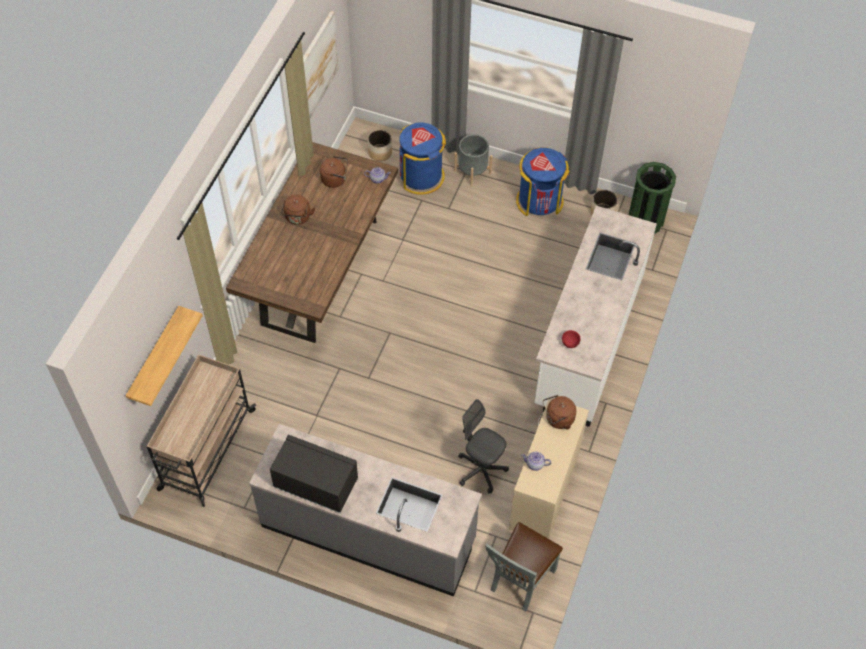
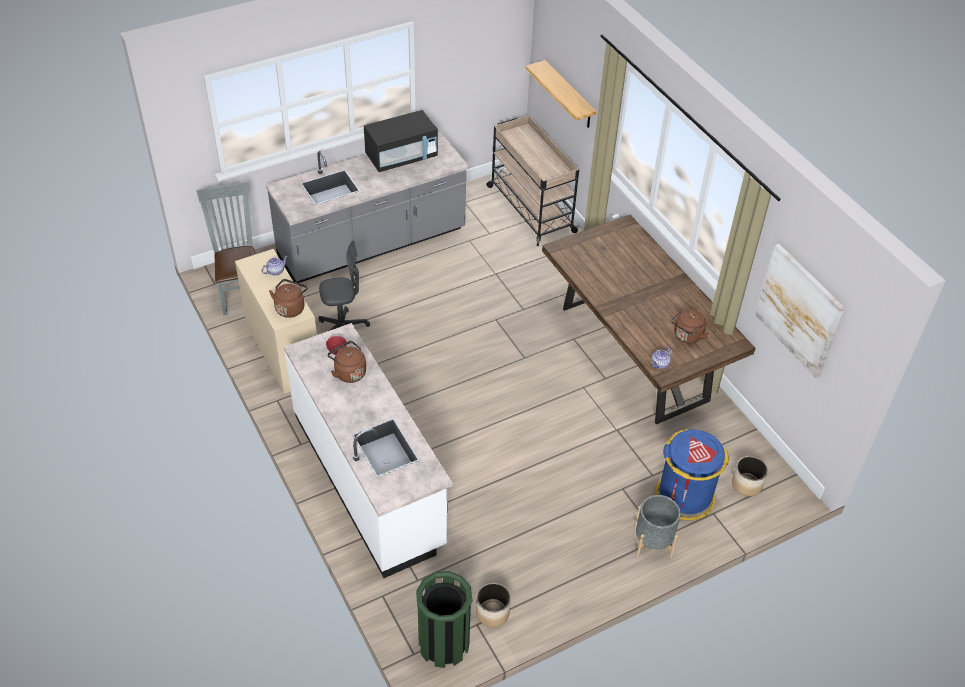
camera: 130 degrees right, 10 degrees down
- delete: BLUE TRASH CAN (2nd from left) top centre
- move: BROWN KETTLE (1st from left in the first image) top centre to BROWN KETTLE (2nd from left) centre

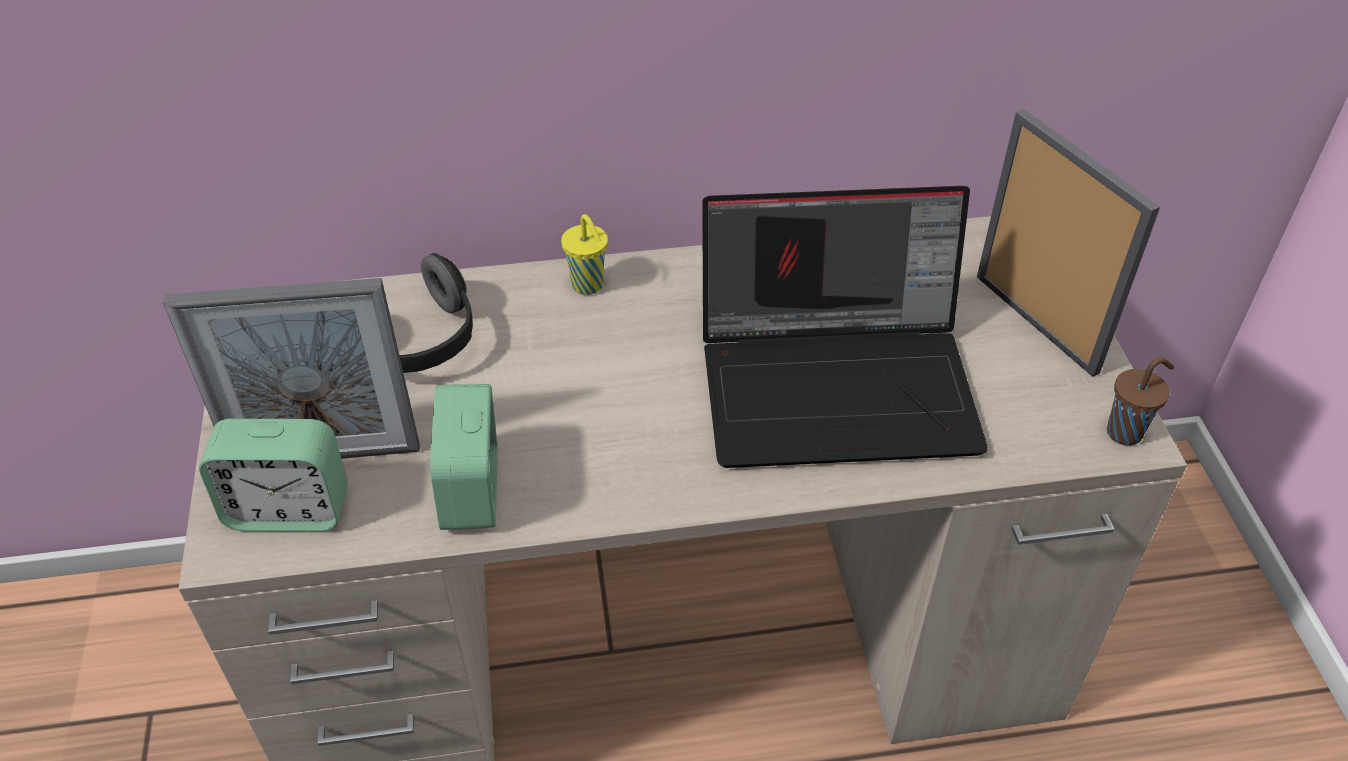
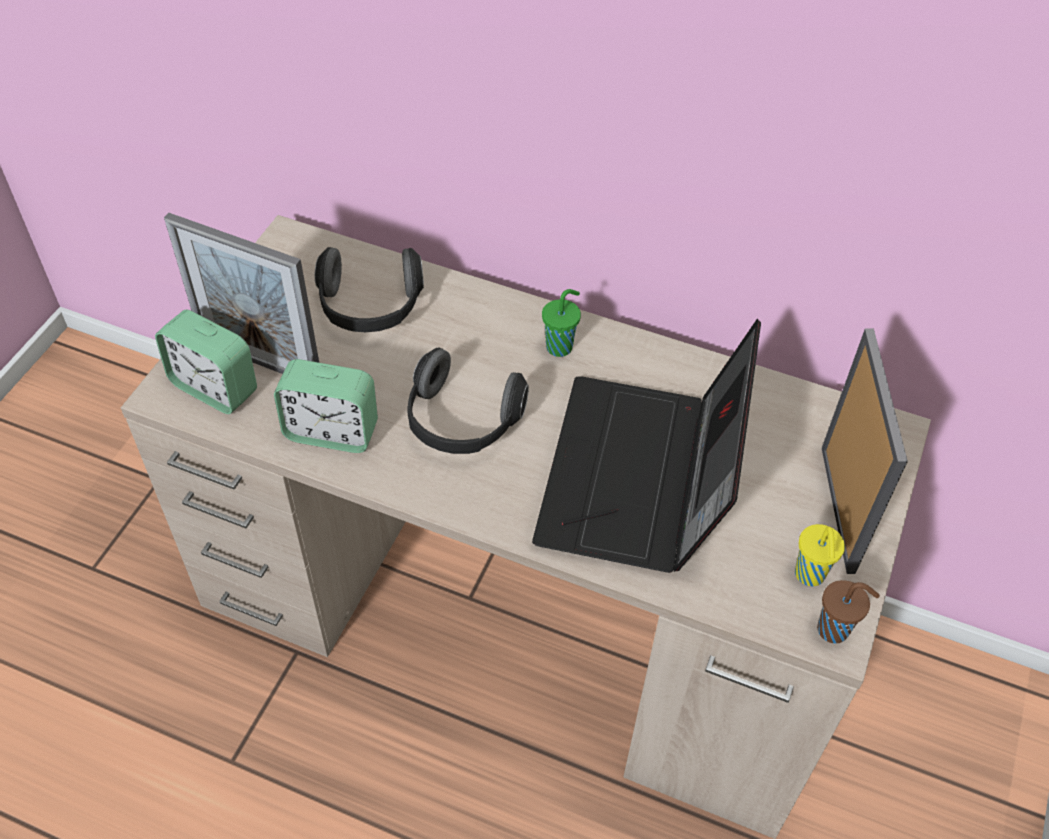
camera: 30 degrees right, 5 degrees up
- insert: HEADPHONES (2nd from left) centre
- insert: GREEN CUP centre
- move: YELLOW CUP centre to middle right
- rotate: ALARM CLOCK (2nd from left) centre = middle left 105 degrees counterclockwise
- rotate: LAPTOP centre = centre 75 degrees clockwise

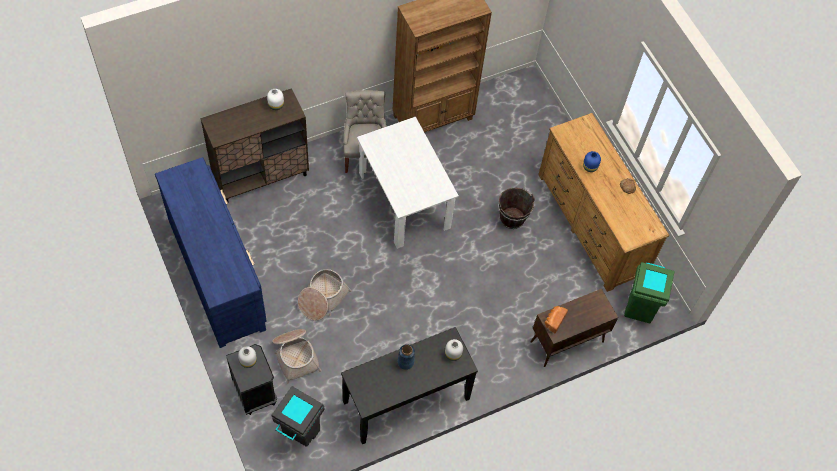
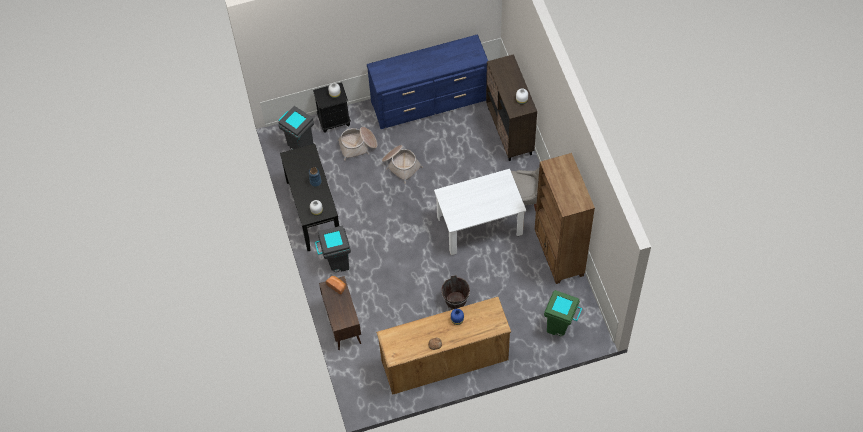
camera: 105 degrees right, 0 degrees up
- insert: GREY TRASH CAN (2nd from left) centre
- move: GREEN TRASH CAN middle right to bottom centre

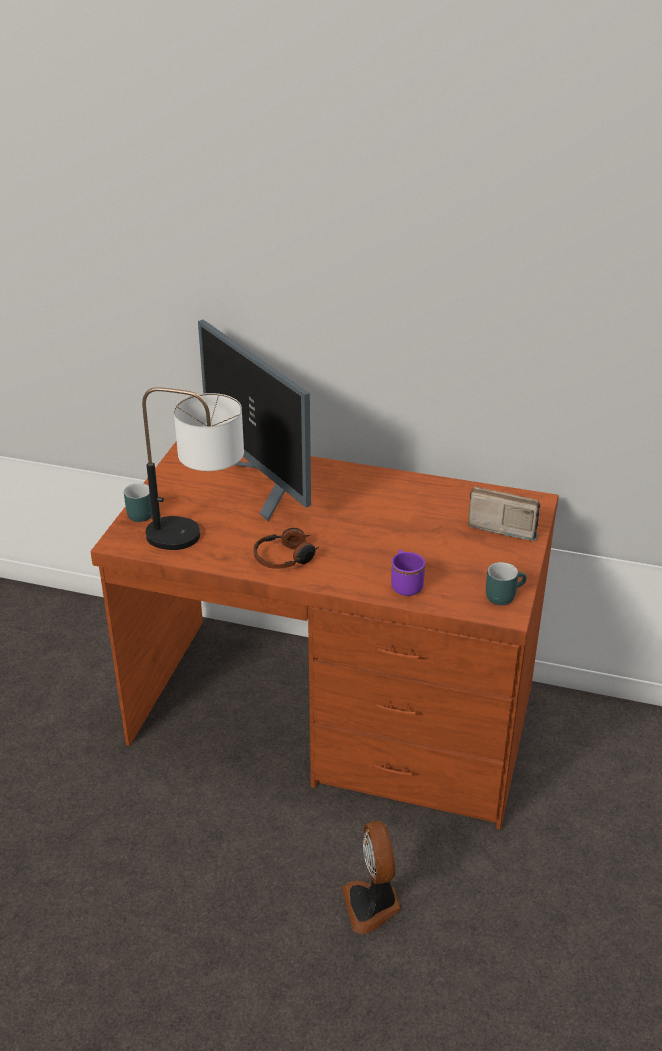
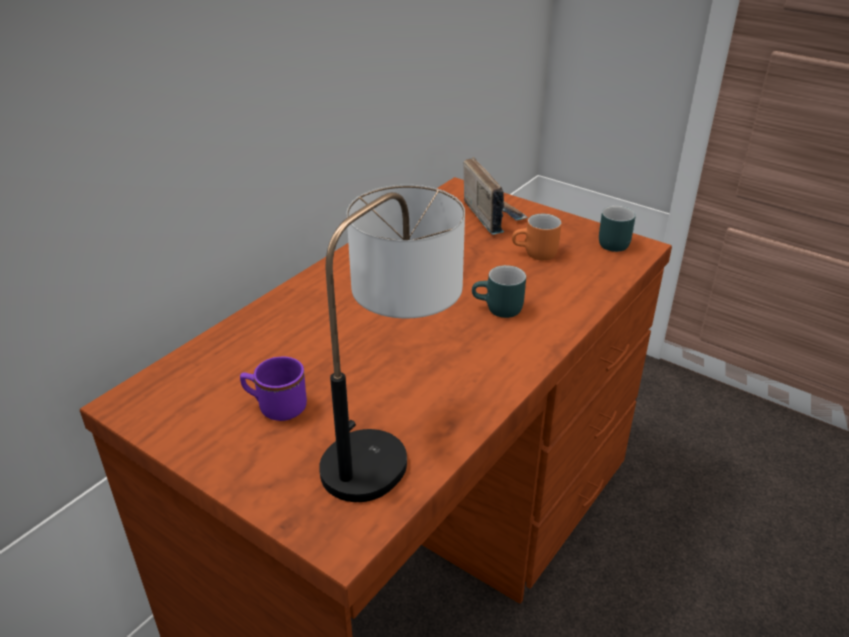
camera: 70 degrees left, 0 degrees up
- delete: MONITOR centre
- delete: HEADPHONES centre
- delete: FAN bottom centre
- insert: ORANGE MUG centre
- move: TURQUOISE MUG (1st from left) middle left to centre
- move: PURPLE MUG centre to middle left
- rotate: RADIO middle right = top centre 120 degrees clockwise

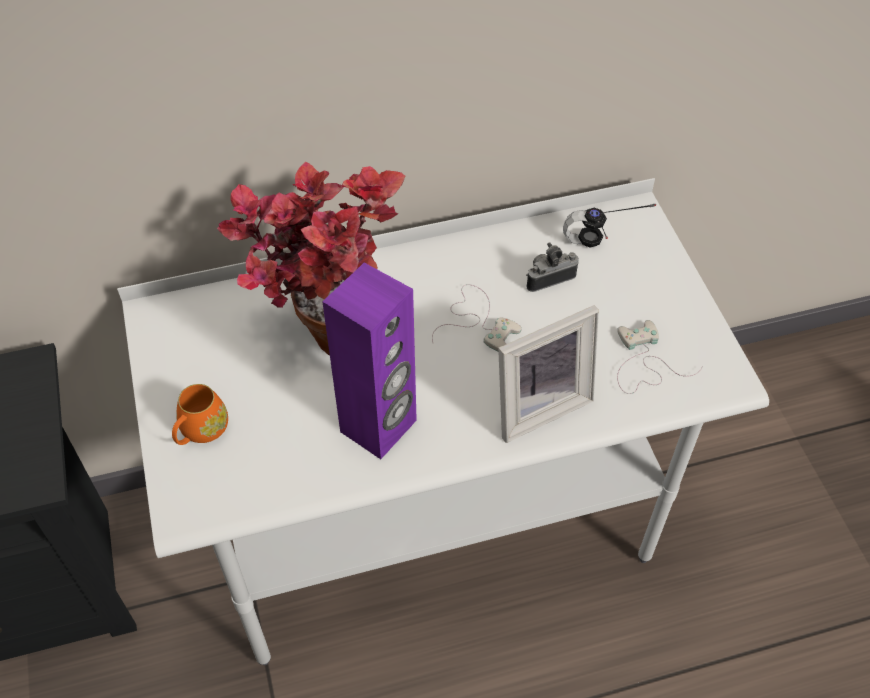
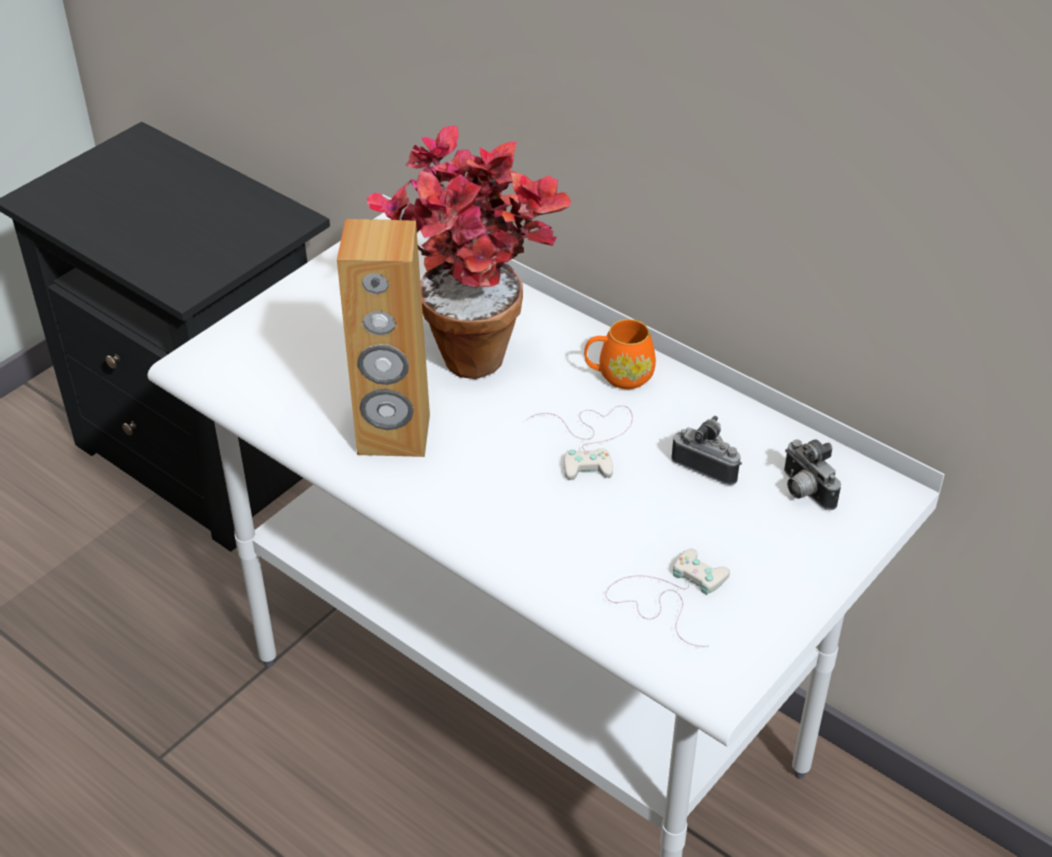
camera: 55 degrees right, 10 degrees down
- delete: PICTURE FRAME centre
- move: ORANGE MUG middle left to centre
- replace: HEADPHONES top right to PHOTO CAMERA (2nd from left) middle right
- recolor: PURPLE SPEAKER centre to BROWN SPEAKER centre

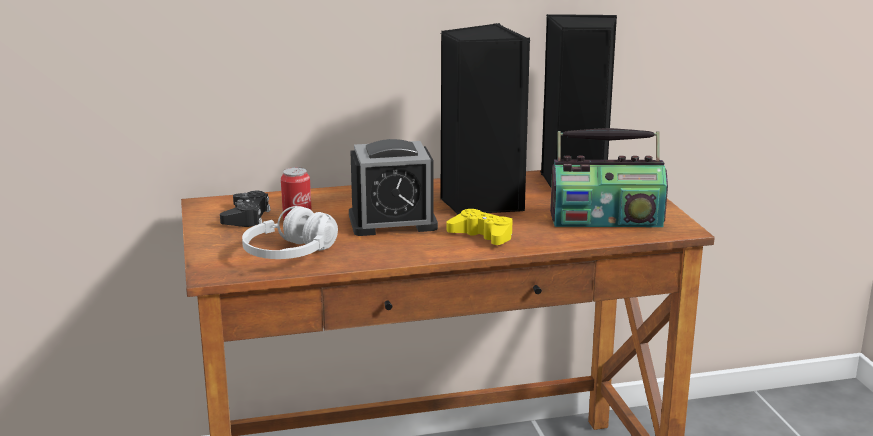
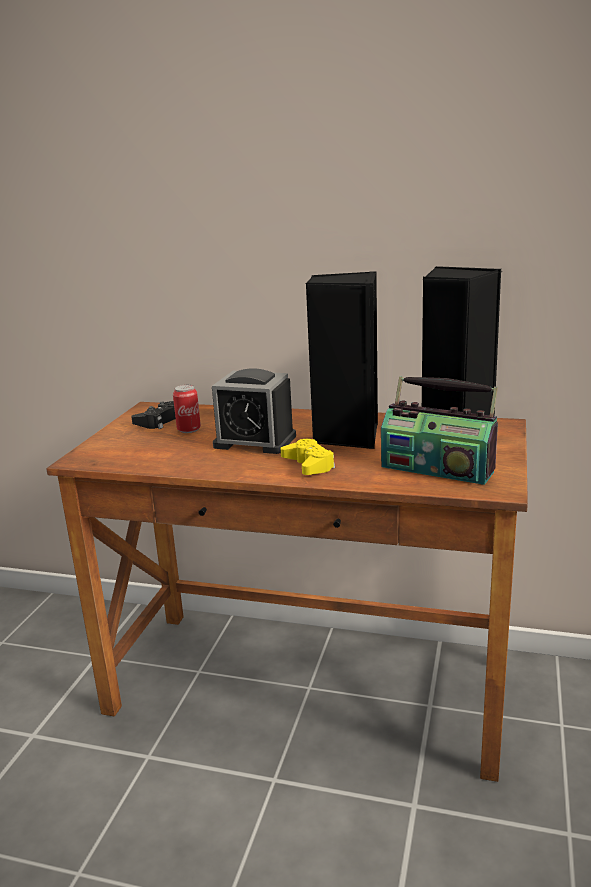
camera: 30 degrees right, 0 degrees up
- delete: WHITE HEADPHONES middle left

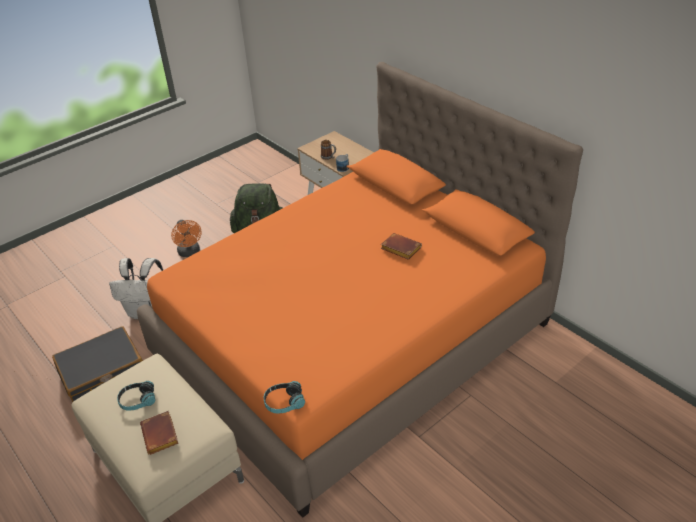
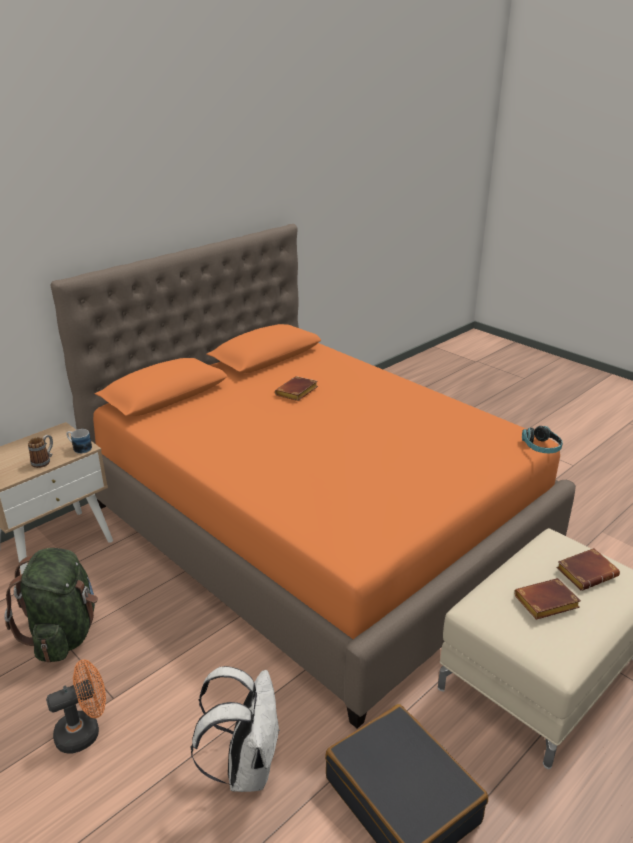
camera: 95 degrees left, 10 degrees down
- replace: HEADPHONES (1st from left) bottom left to BROWN BOOK (2nd from left) bottom right

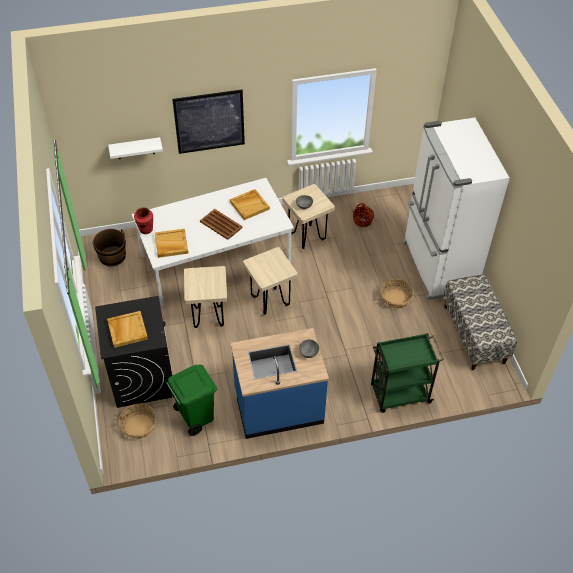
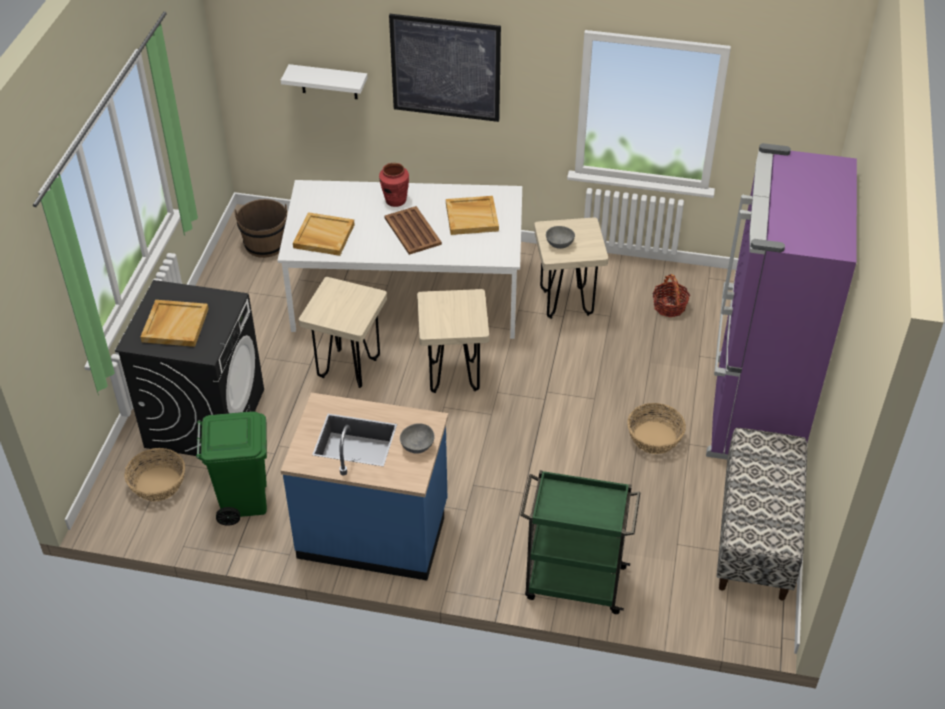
camera: 25 degrees right, 5 degrees down
- move: RED VASE middle left to top centre
- recolor: WHITE FRIDGE middle right to PURPLE FRIDGE middle right

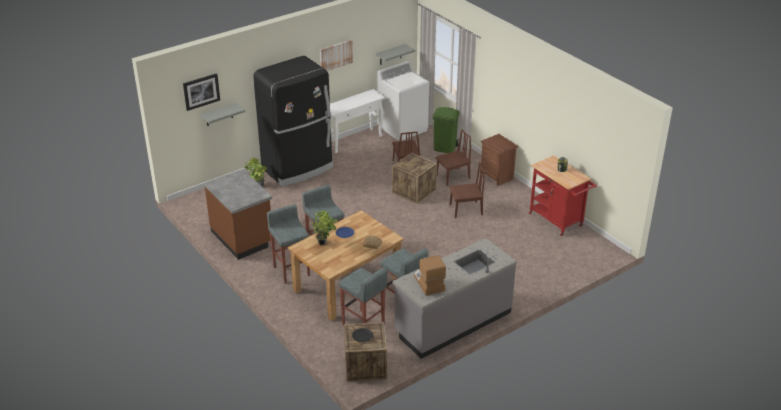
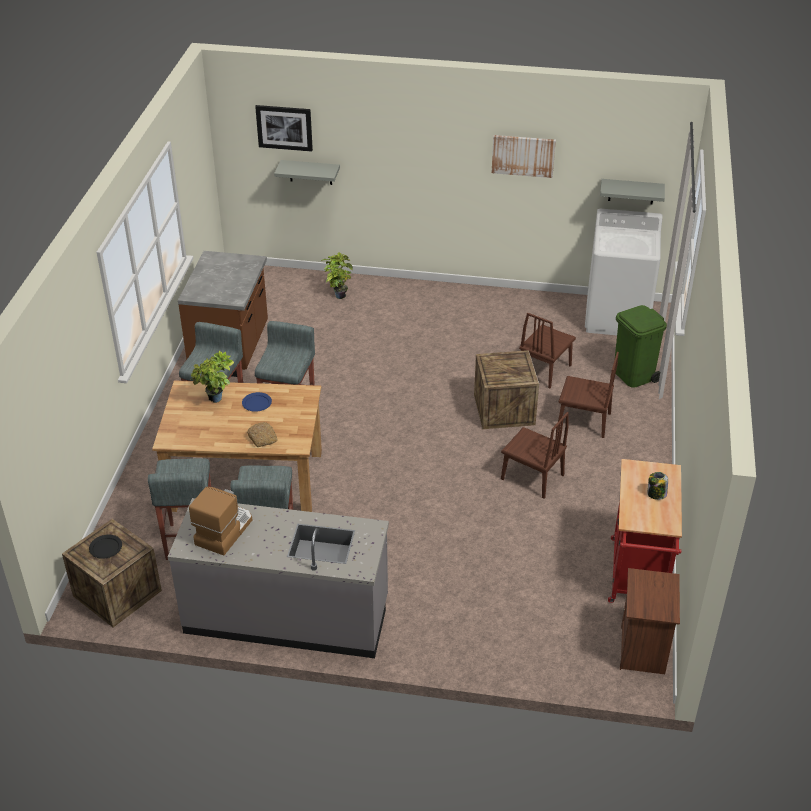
camera: 45 degrees right, 5 degrees up
- delete: BLACK FRIDGE top centre
- delete: WHITE CONSOLE TABLE top centre
- move: BROWN NIGHTSTAND centre to bottom right

